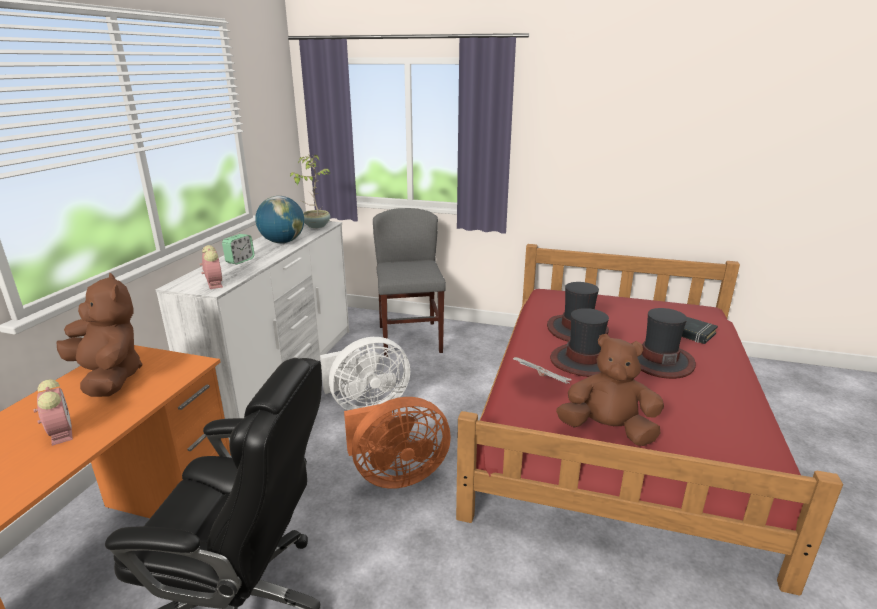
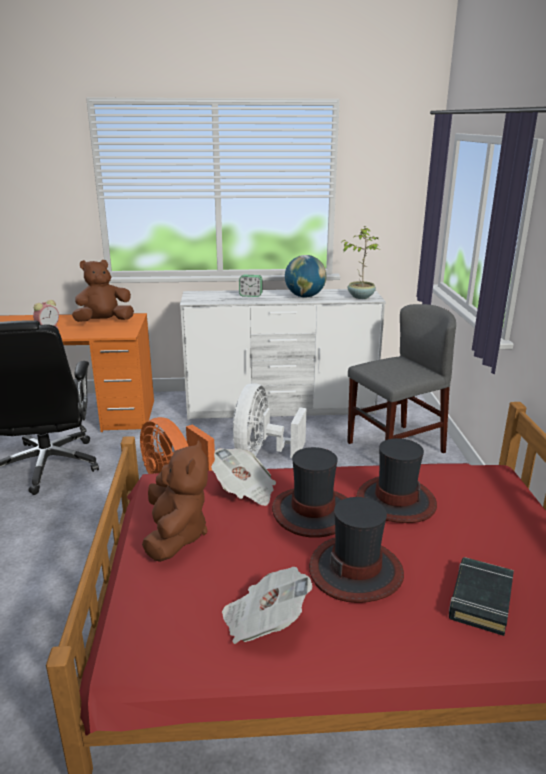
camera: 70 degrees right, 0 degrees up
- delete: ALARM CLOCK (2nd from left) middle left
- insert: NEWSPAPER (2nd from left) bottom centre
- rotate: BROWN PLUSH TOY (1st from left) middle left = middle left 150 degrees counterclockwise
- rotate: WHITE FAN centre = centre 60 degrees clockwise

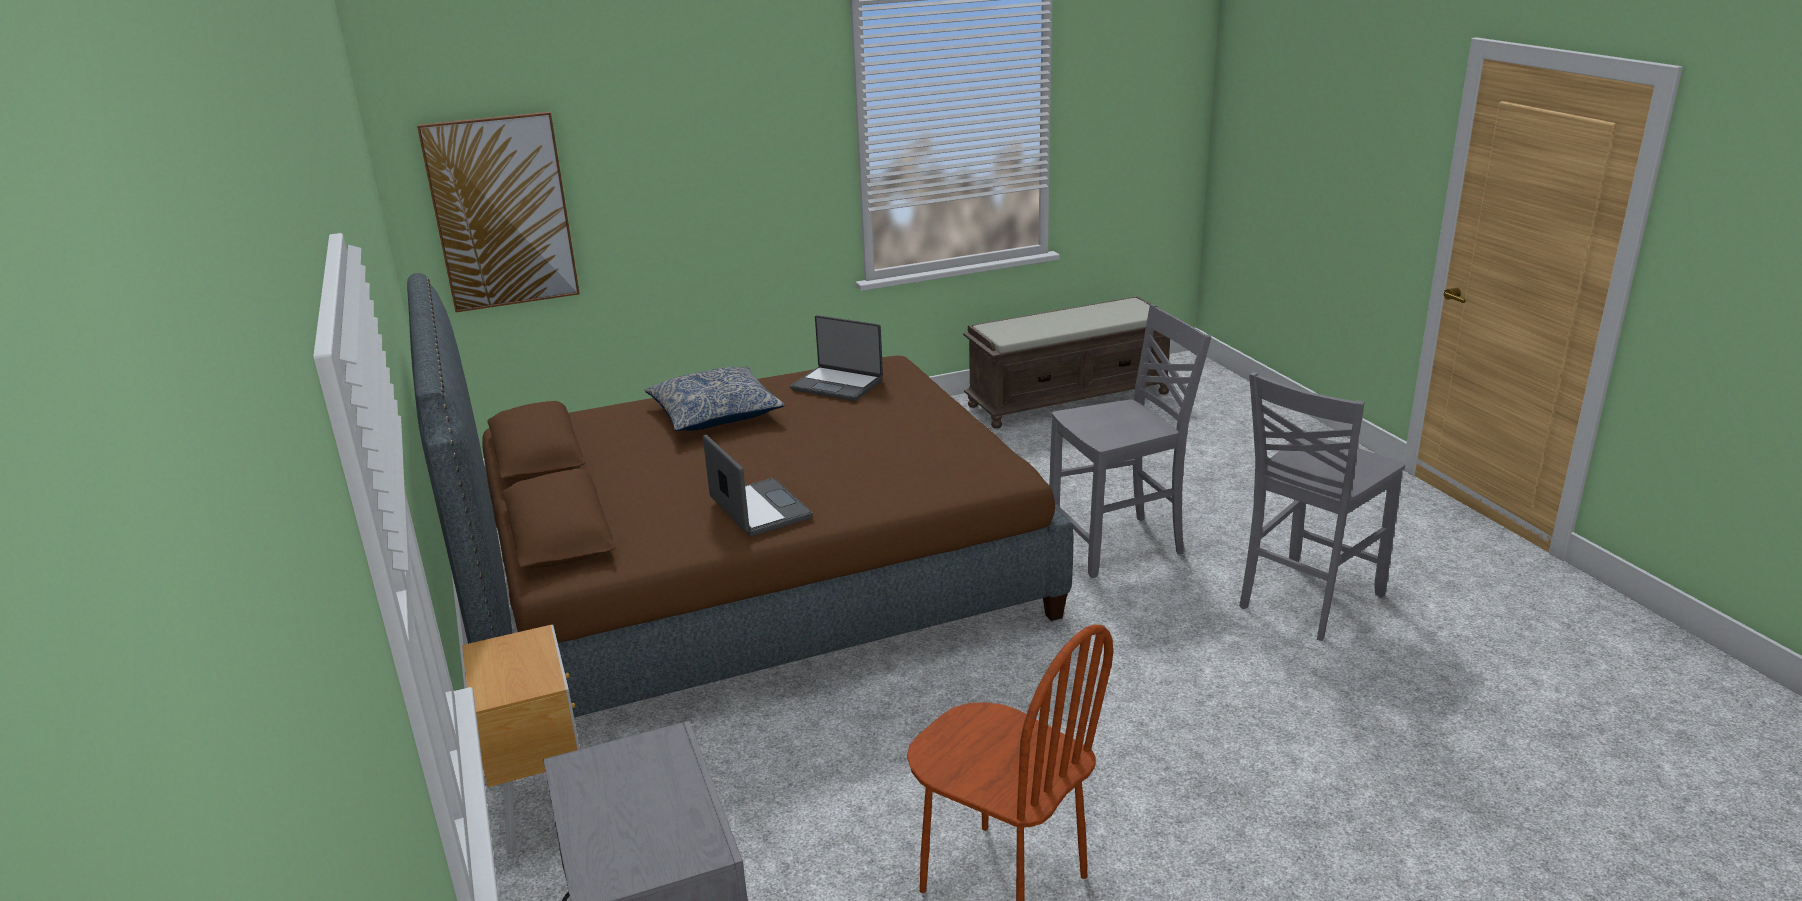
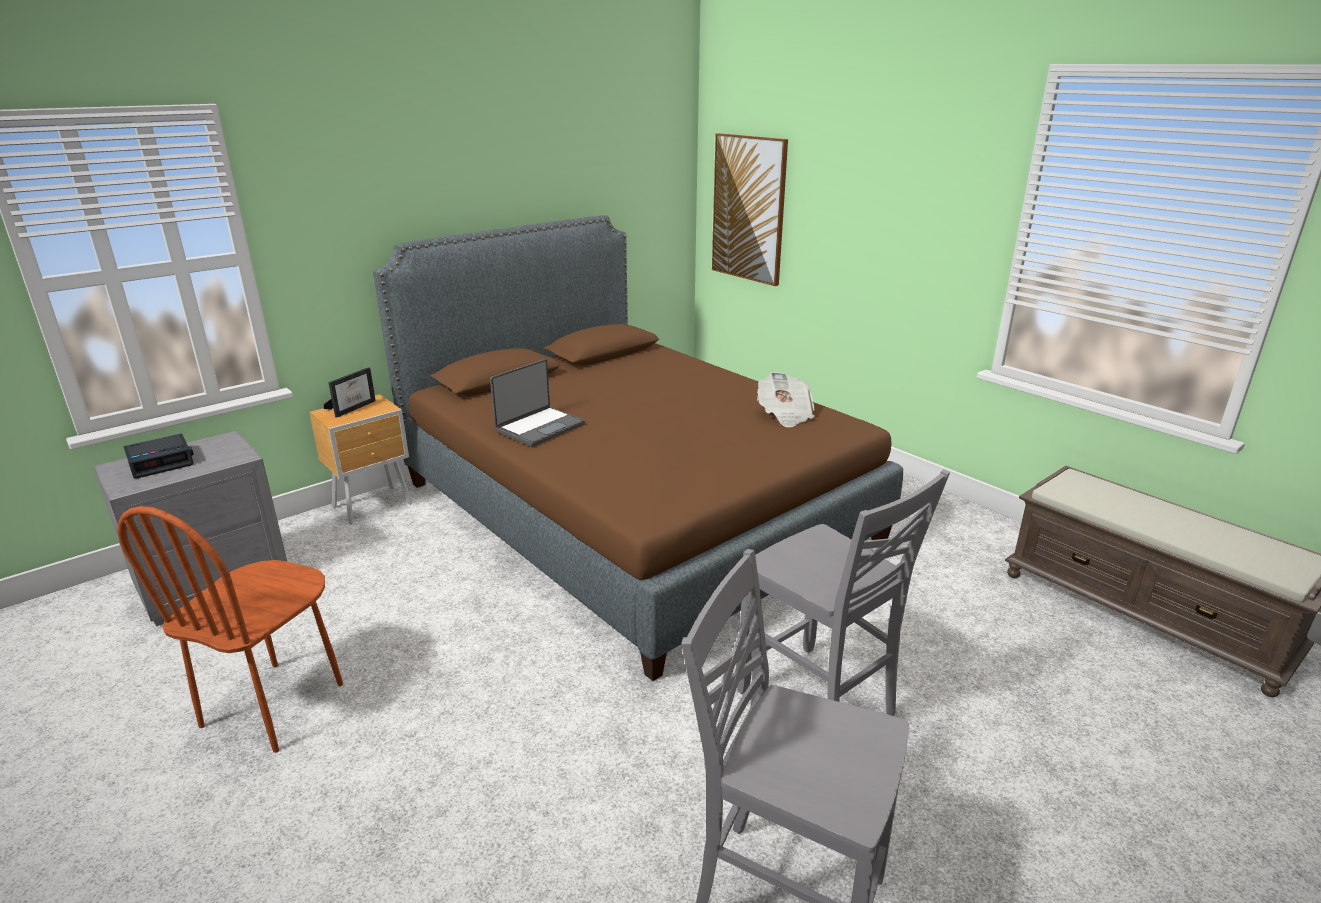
camera: 70 degrees right, 0 degrees up
- delete: PILLOW centre
- insert: ALARM CLOCK middle left
- insert: PICTURE FRAME middle left
- replace: LAPTOP (2nd from left) centre to NEWSPAPER centre

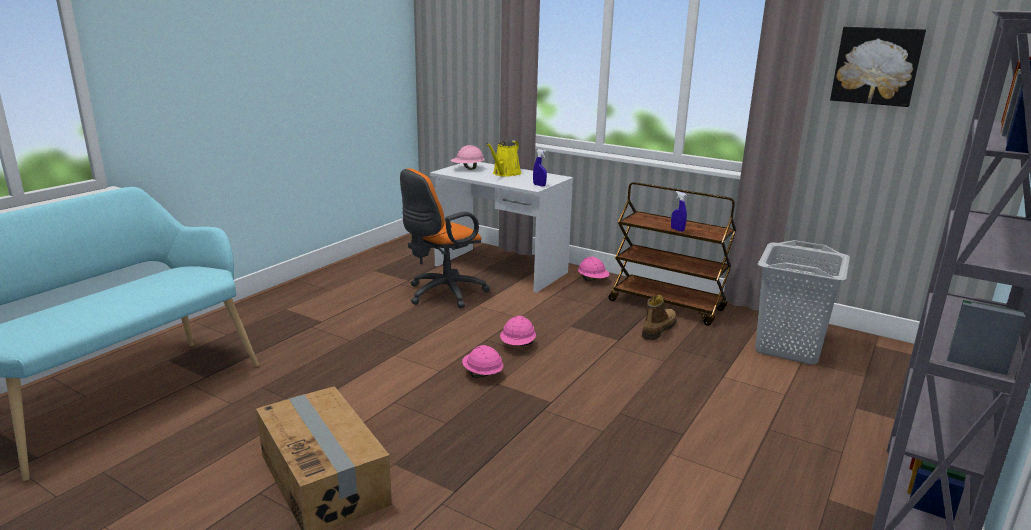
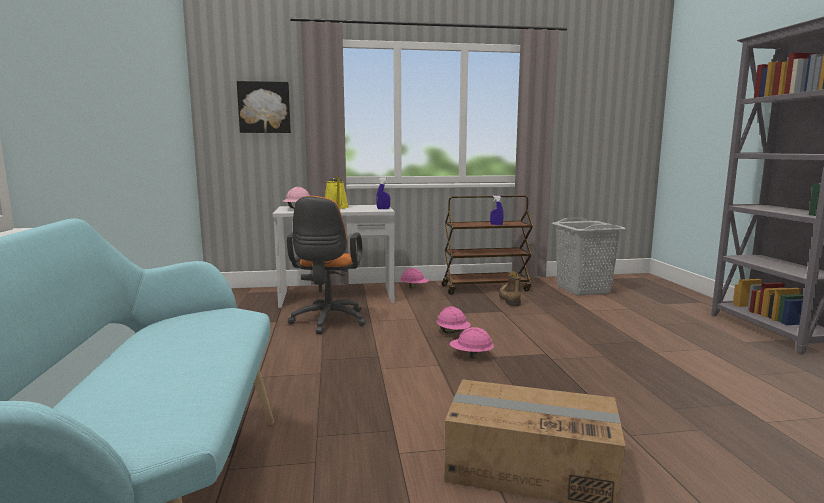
camera: 40 degrees left, 10 degrees down
- move: PICTURE top right to top left

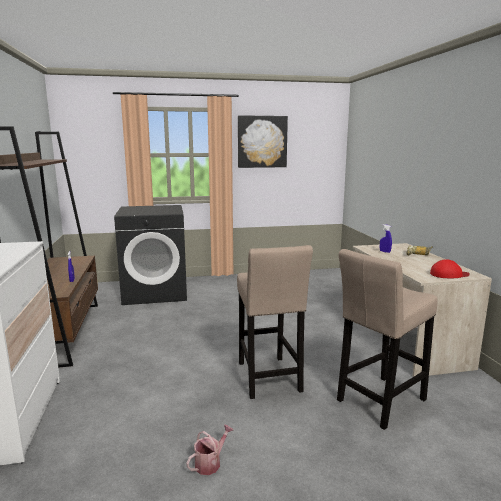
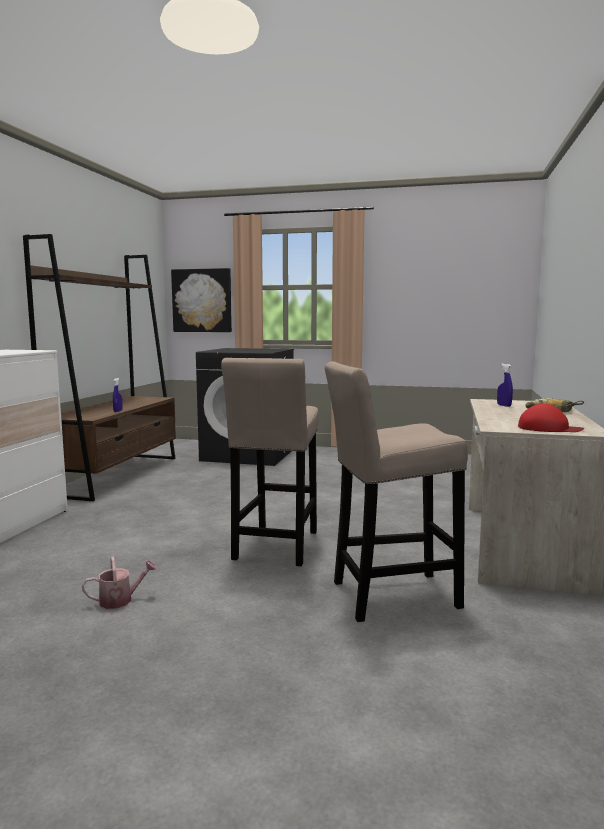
camera: 25 degrees right, 5 degrees down
- move: PICTURE top centre to middle left

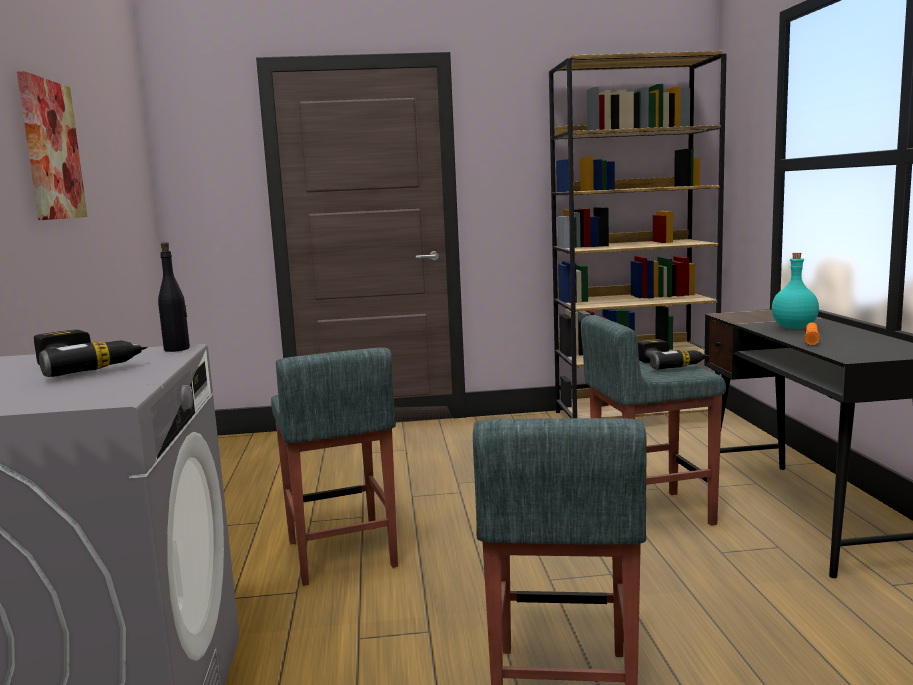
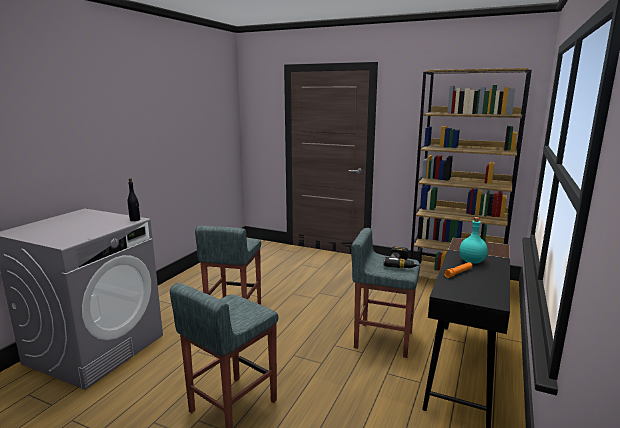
camera: 30 degrees right, 5 degrees up
- delete: PICTURE top left
- delete: POWER DRILL (1st from left) middle left

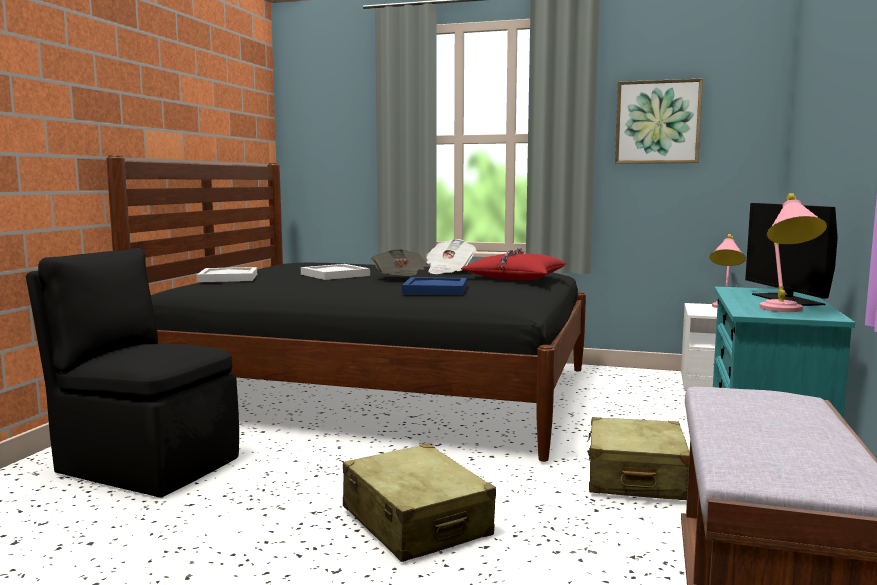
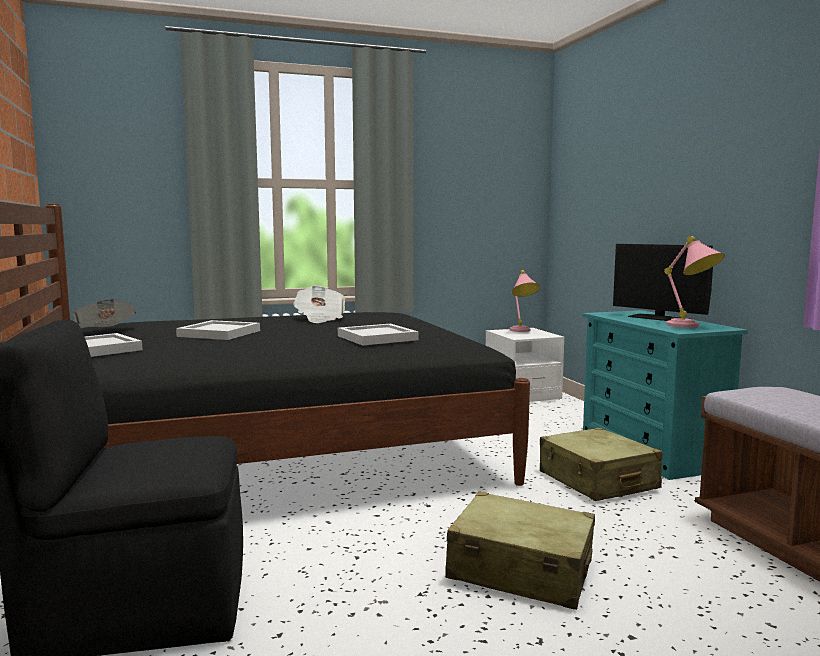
camera: 35 degrees left, 0 degrees up
- delete: RED PILLOW centre
- delete: PICTURE top right
- move: NEWSPAPER (1st from left) centre to middle left
- recolor: BLUE TRAY centre to WHITE TRAY (3rd from left) centre

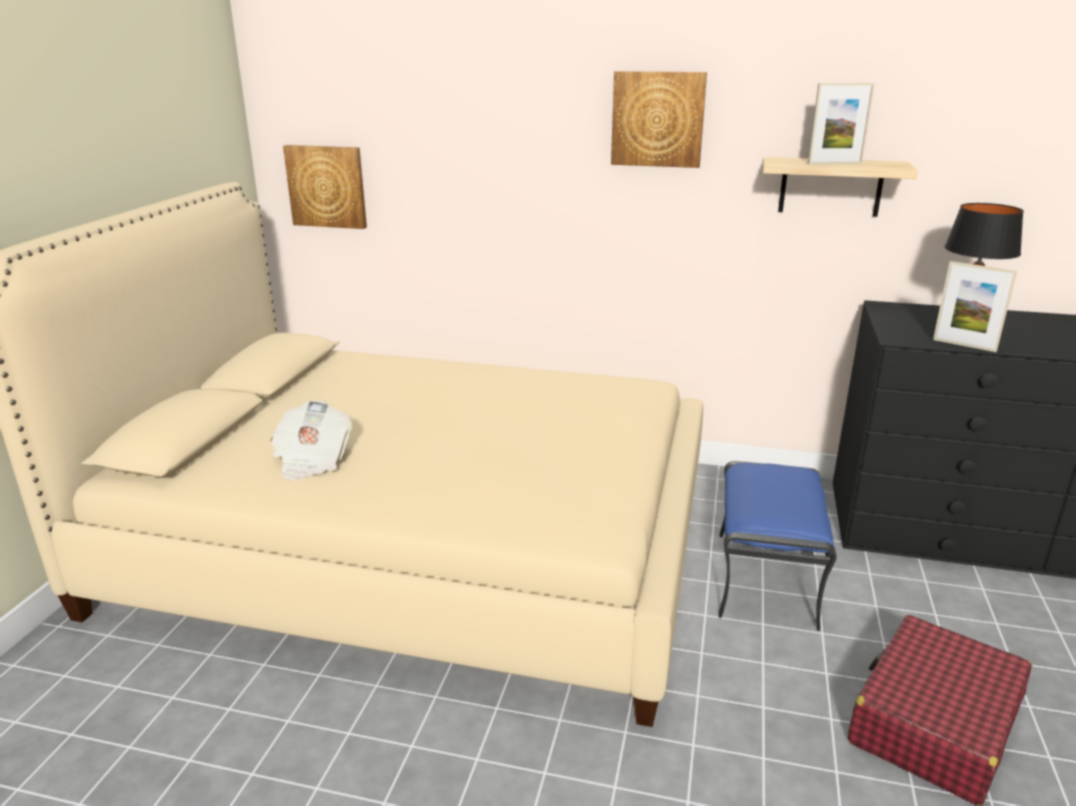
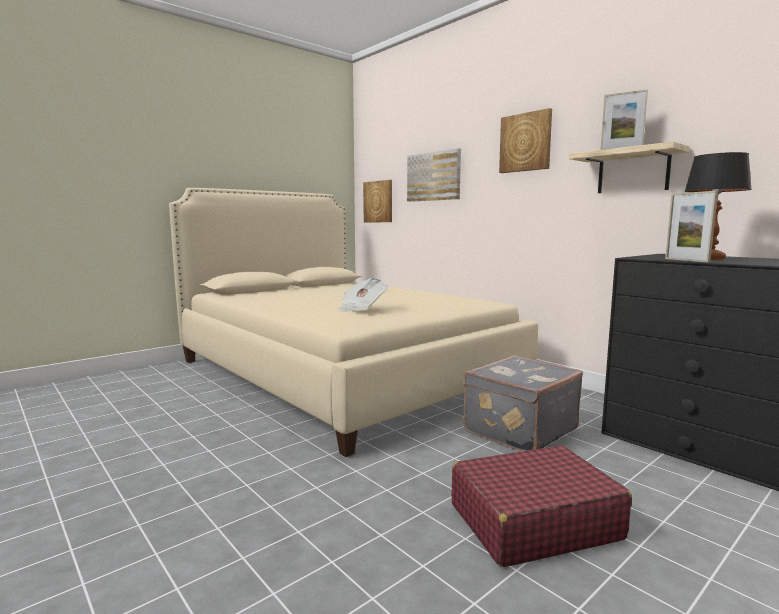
camera: 35 degrees right, 15 degrees down
- insert: PICTURE (2nd from left) top centre
- move: NEWSPAPER middle left to centre
- replace: BLUE OTTOMAN bottom right to GREY SUITCASE middle right

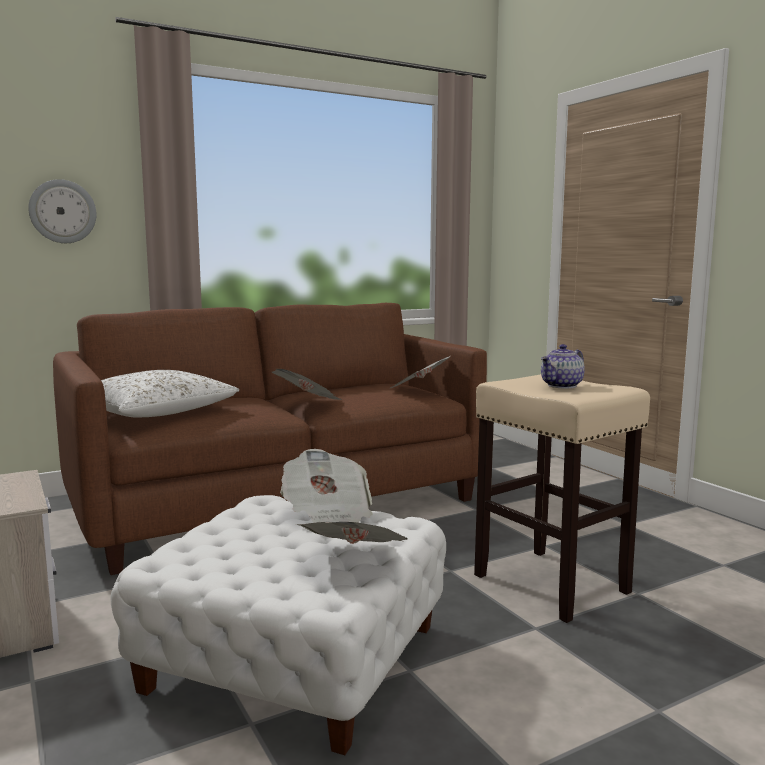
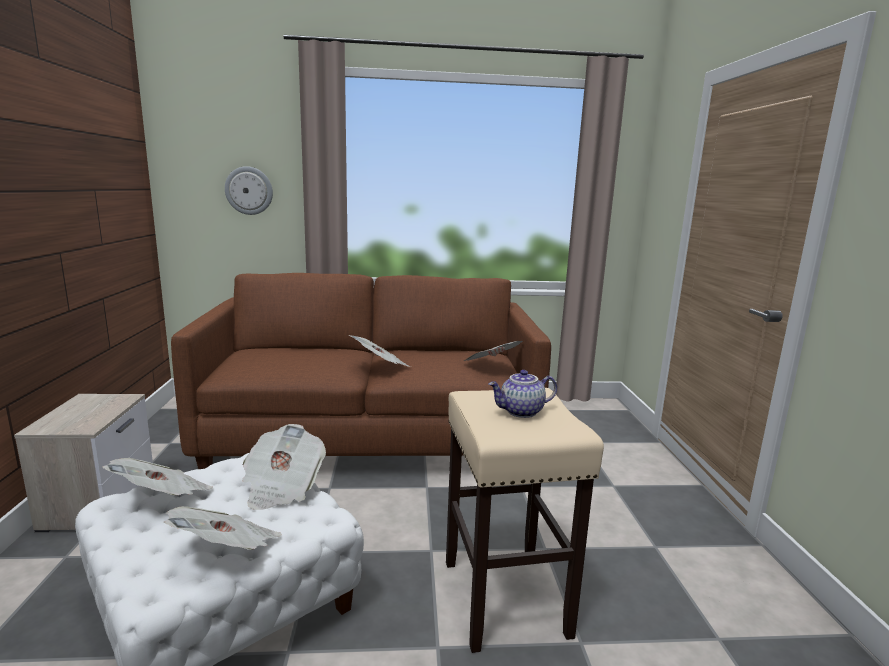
camera: 25 degrees right, 5 degrees up
- delete: WHITE PILLOW middle left
- insert: NEWSPAPER (1st from left) bottom left

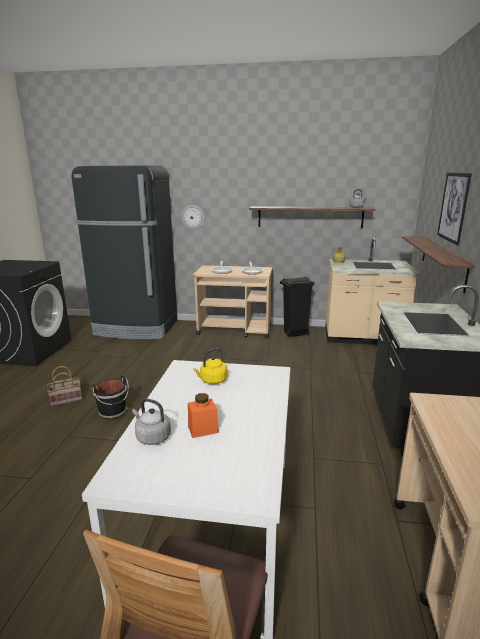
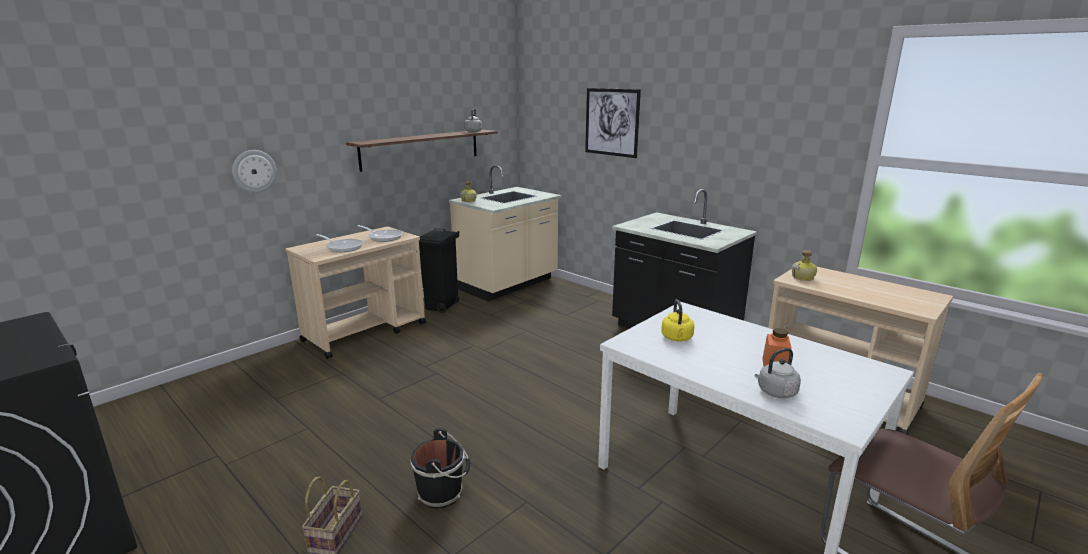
camera: 55 degrees left, 0 degrees up
- delete: BLACK FRIDGE middle left
- delete: SHELF (2nd from left) middle right
- insert: BOTTLE (2nd from left) middle right

